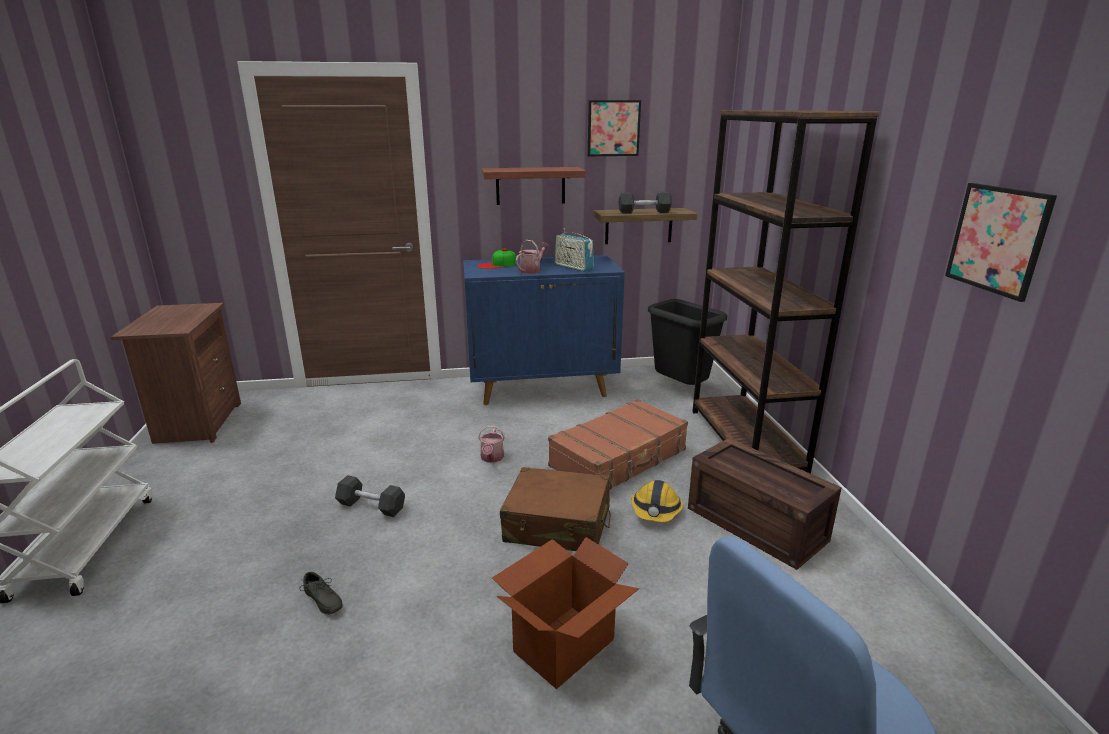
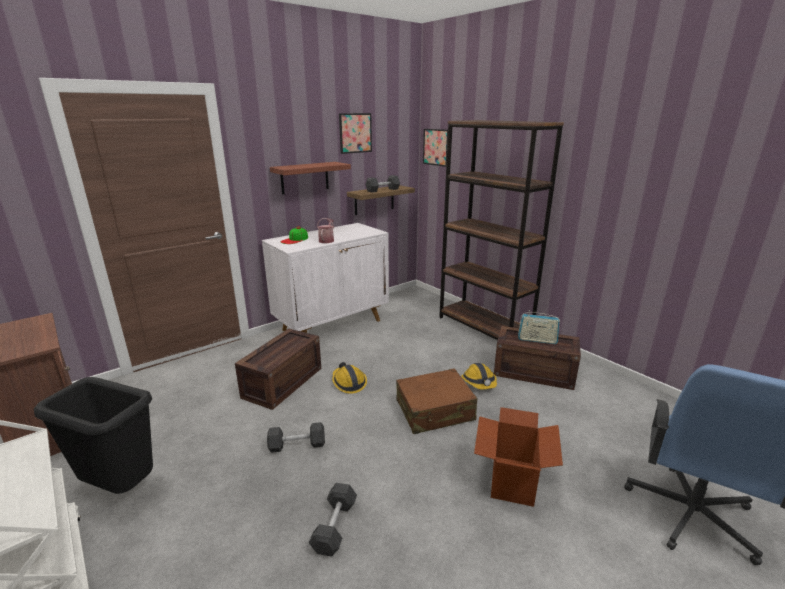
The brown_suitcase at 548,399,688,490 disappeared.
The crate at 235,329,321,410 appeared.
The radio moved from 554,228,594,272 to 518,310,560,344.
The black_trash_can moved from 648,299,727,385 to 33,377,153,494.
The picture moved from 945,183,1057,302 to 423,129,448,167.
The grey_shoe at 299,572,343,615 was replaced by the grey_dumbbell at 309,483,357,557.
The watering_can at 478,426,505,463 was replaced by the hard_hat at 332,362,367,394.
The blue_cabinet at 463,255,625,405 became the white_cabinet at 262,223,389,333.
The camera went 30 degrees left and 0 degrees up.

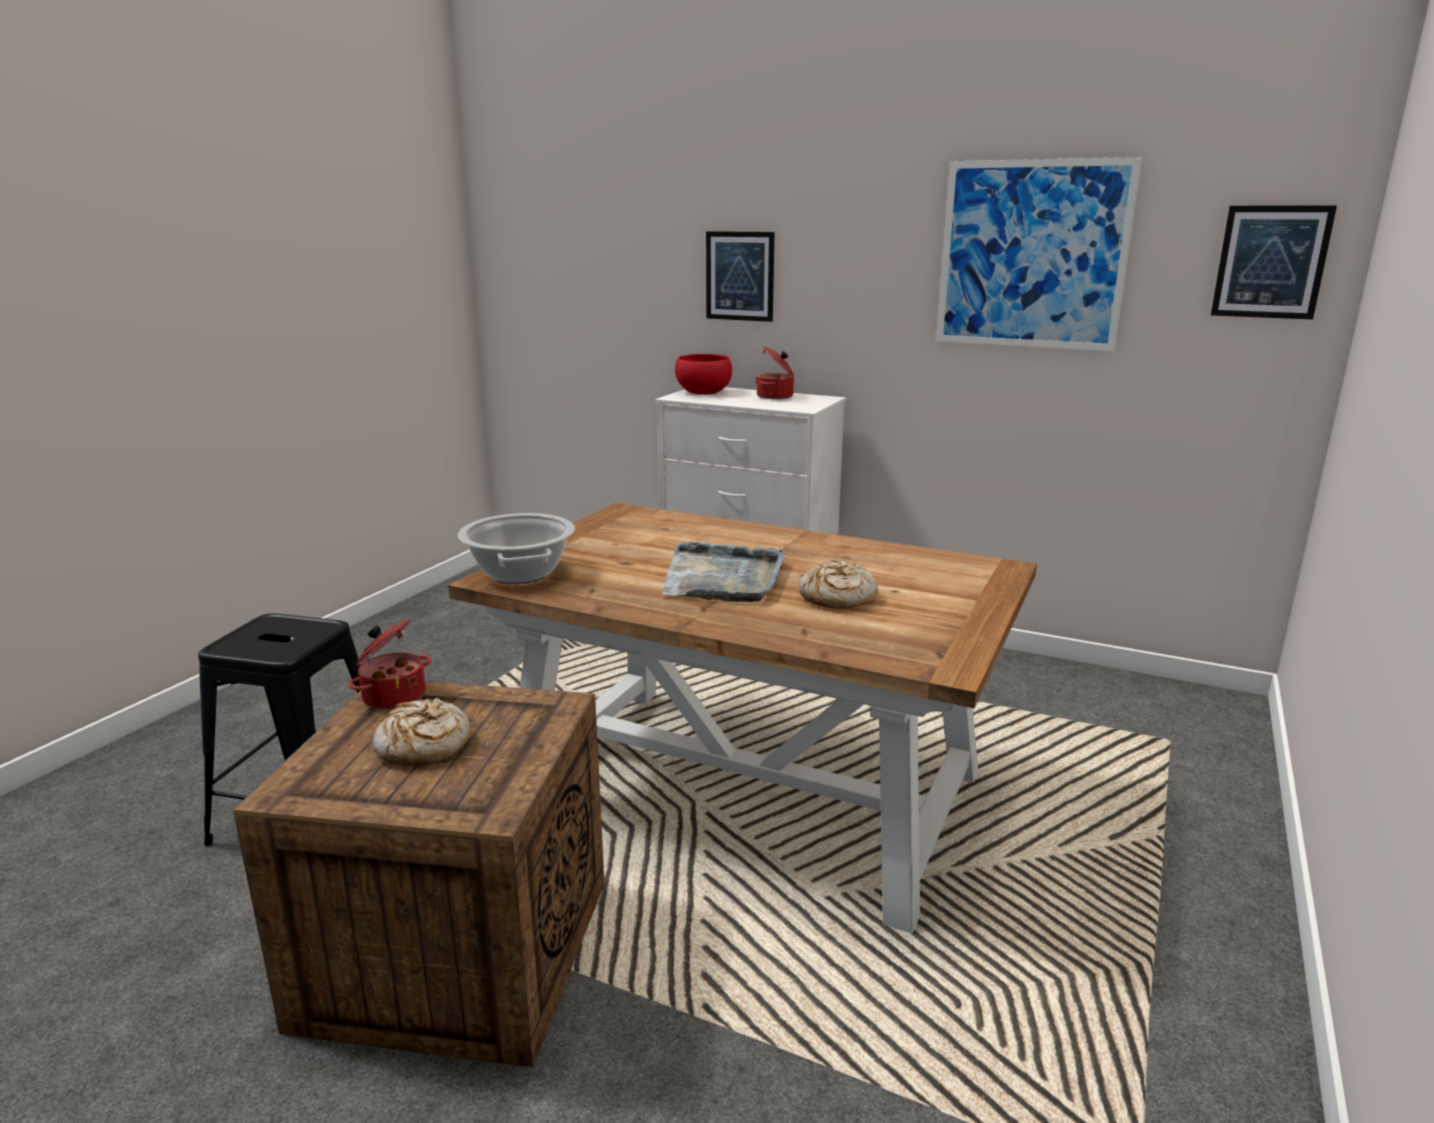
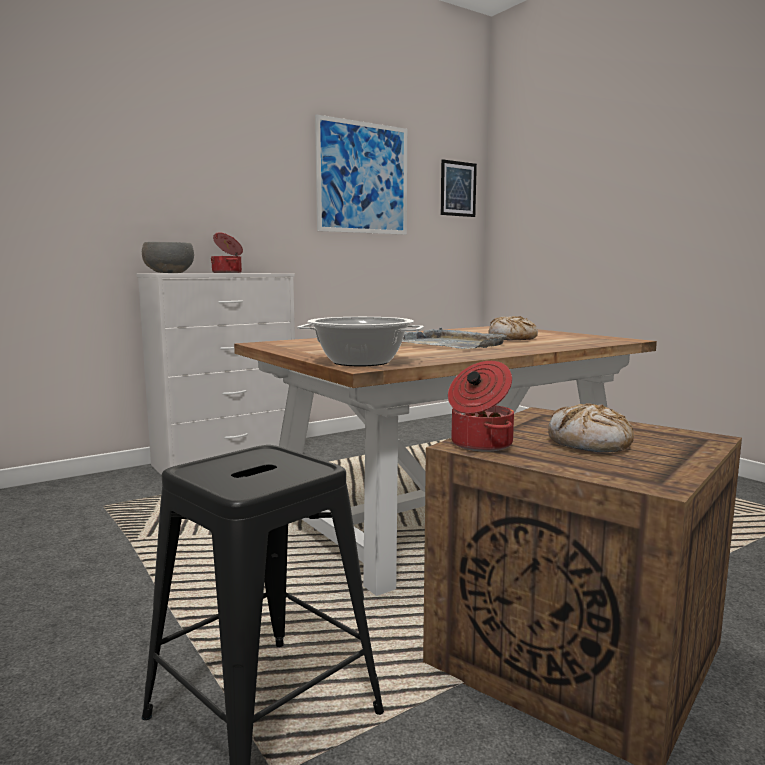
The picture at 706,231,775,322 disappeared.
The red_bowl at 675,354,732,395 became the grey_bowl at 142,242,194,273.
The camera went 60 degrees left and 10 degrees down.

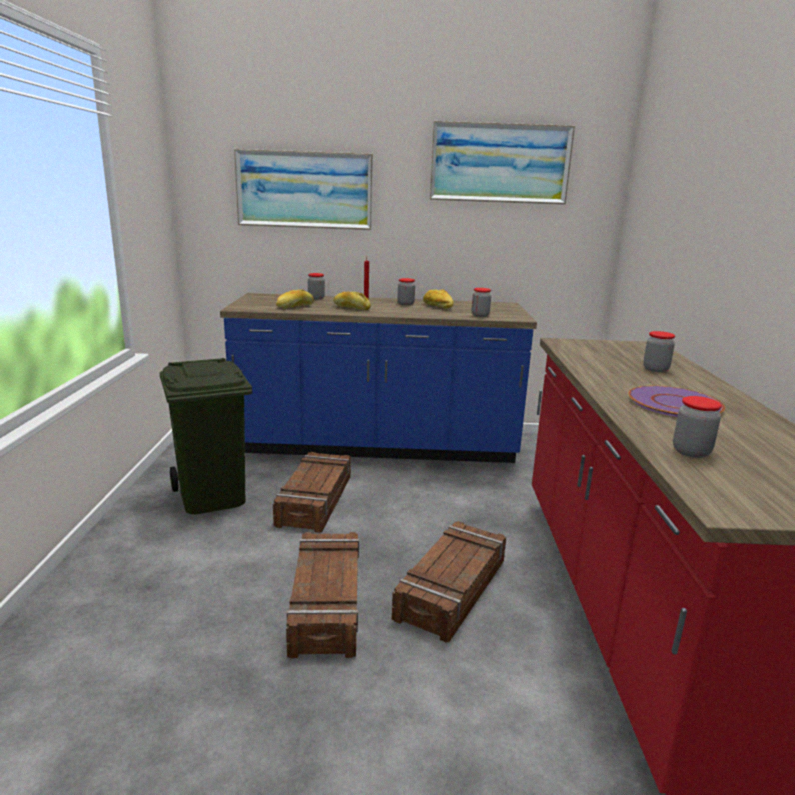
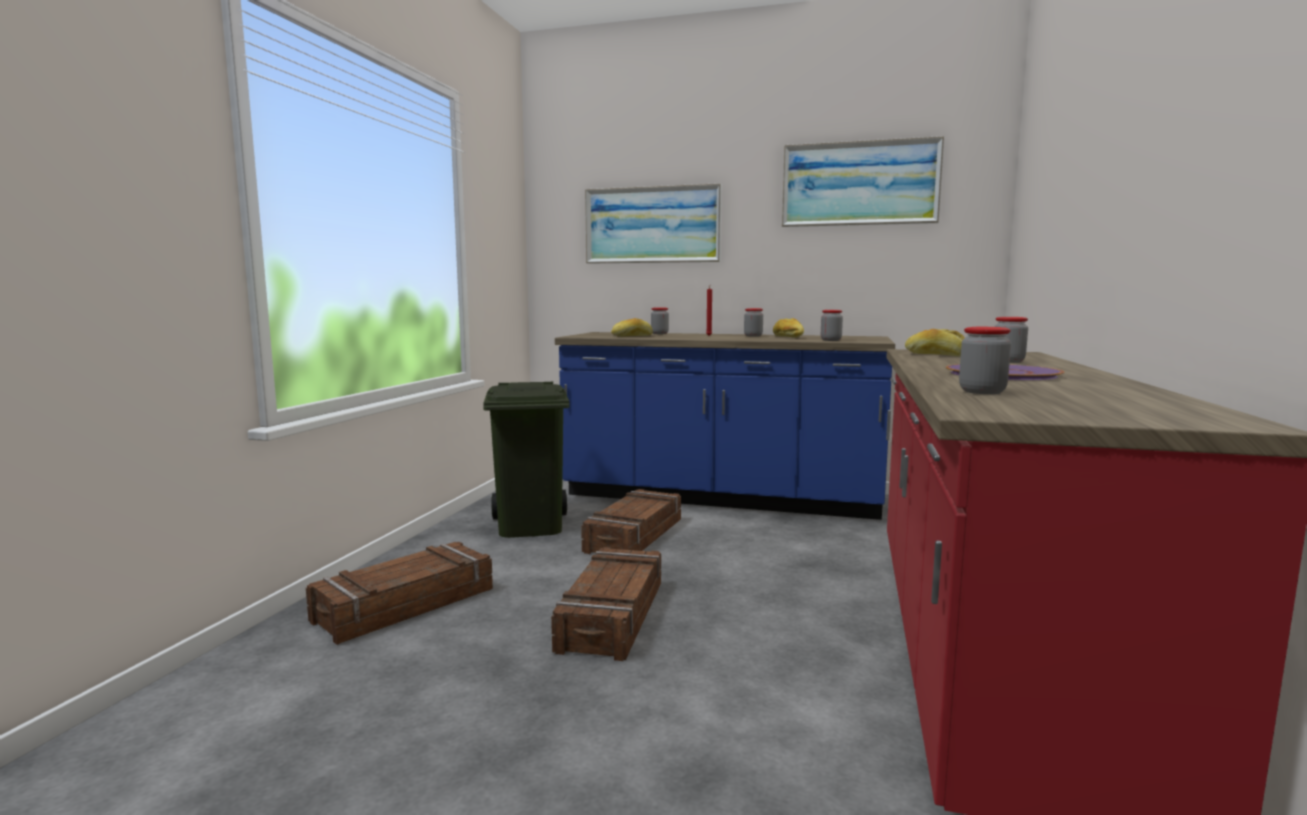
The bread moved from 333,292,371,310 to 905,329,965,357.
The crate moved from 392,521,506,643 to 306,542,493,645.
The camera went 15 degrees right and 10 degrees down.

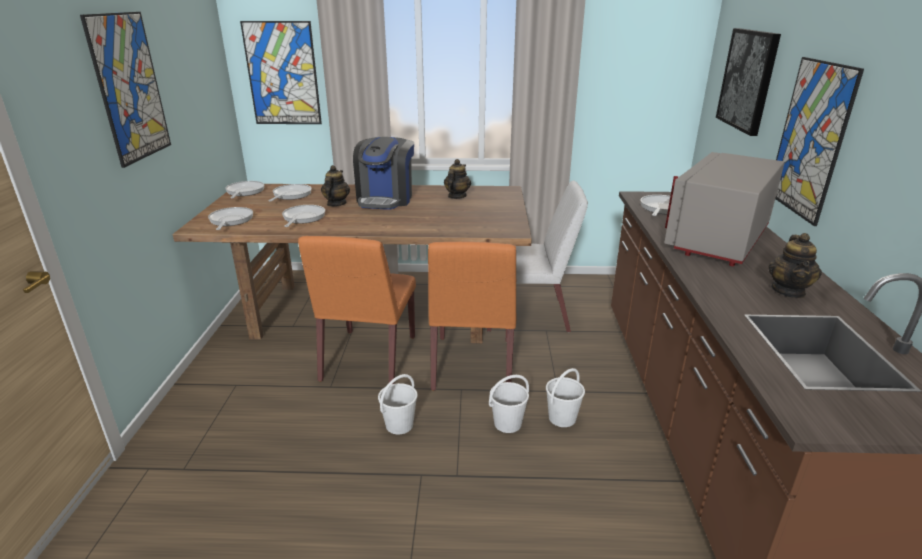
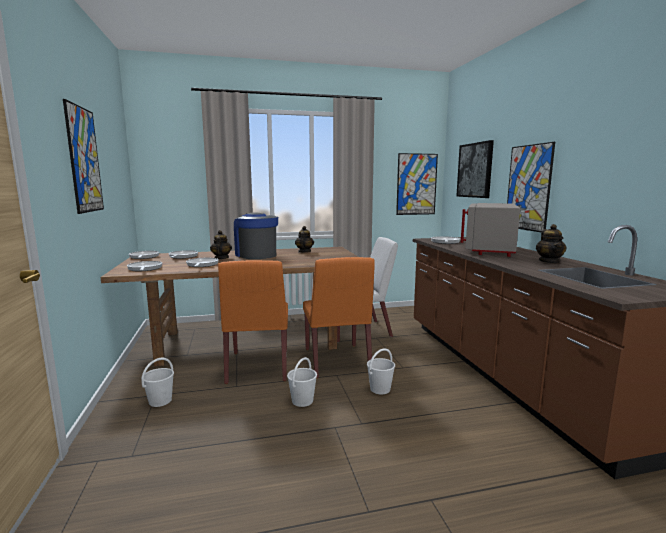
The picture moved from 240,21,322,124 to 396,153,438,215.
The white_bucket moved from 546,368,585,427 to 141,358,174,407.
The coffee_machine at 353,137,414,210 turned 150 degrees clockwise.
The camera went 15 degrees left and 15 degrees down.

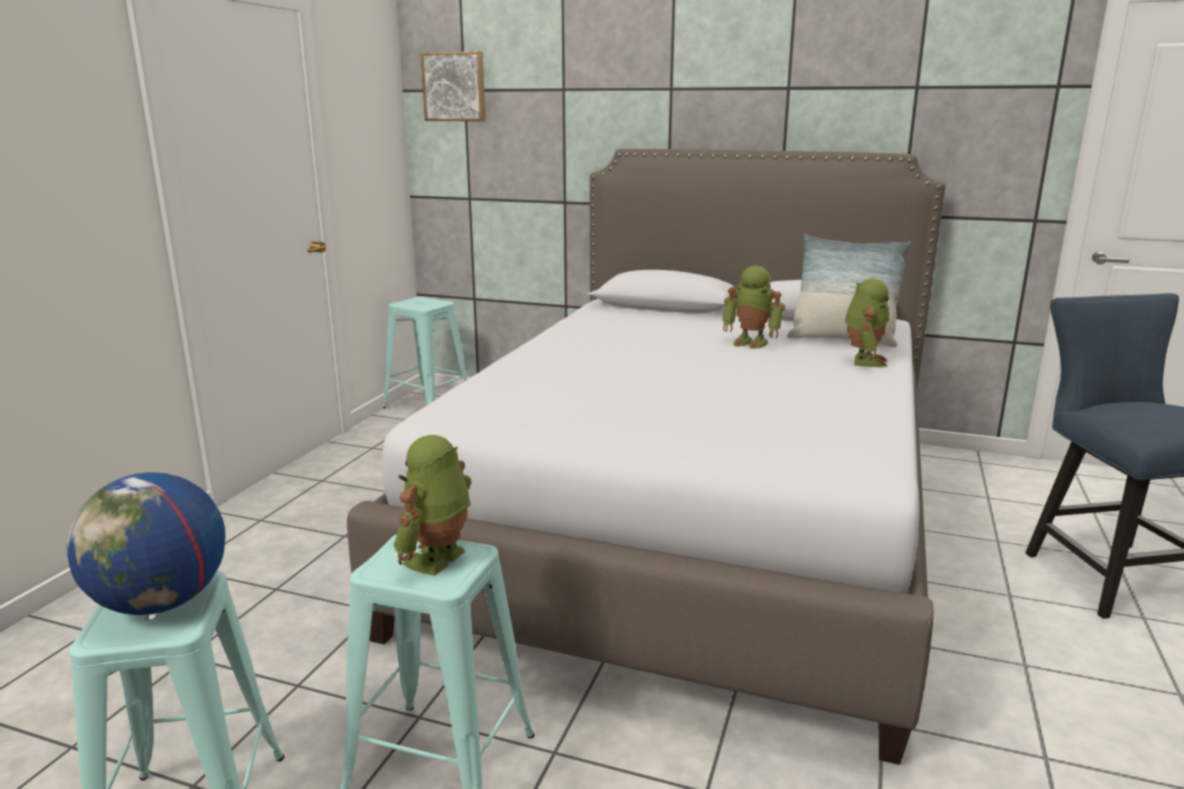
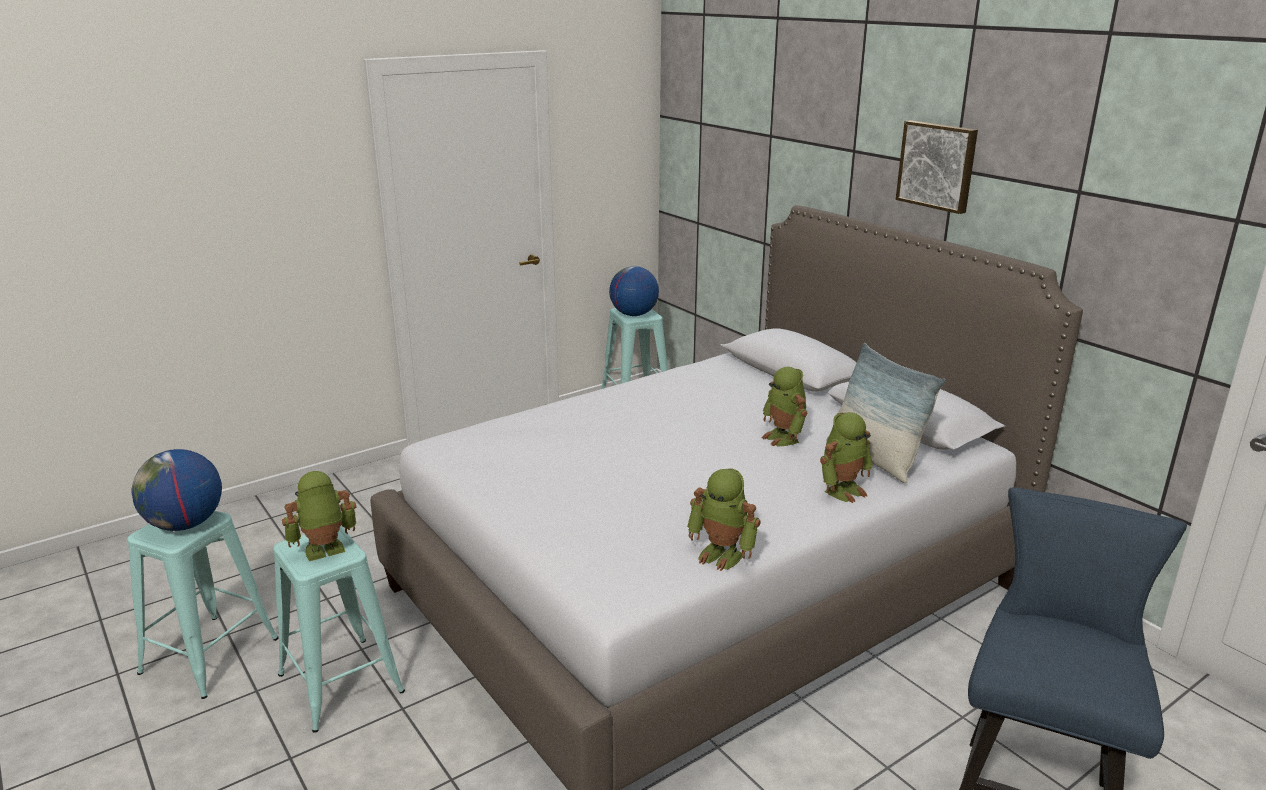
The globe at 609,266,659,316 appeared.
The toy_robot at 687,468,761,571 appeared.
The picture moved from 421,51,485,121 to 896,120,978,214.
The camera went 35 degrees right and 5 degrees up.

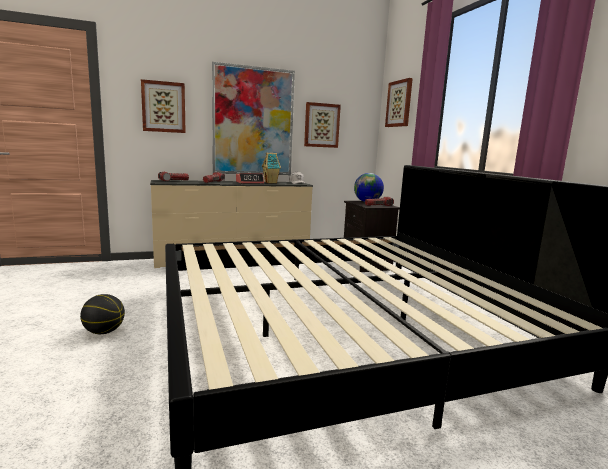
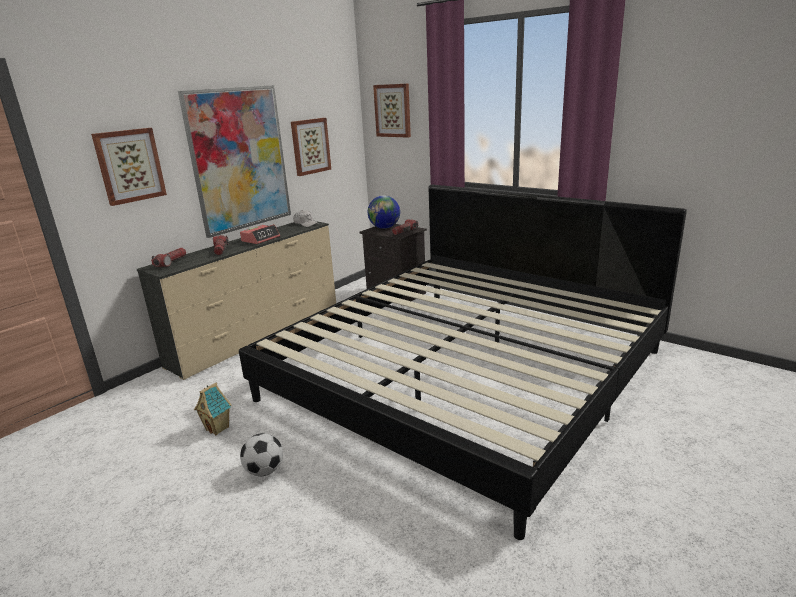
The toy_house moved from 262,153,281,183 to 194,383,231,435.
The basketball at 80,294,125,334 was replaced by the football at 240,433,283,476.
The camera went 30 degrees left and 10 degrees up.

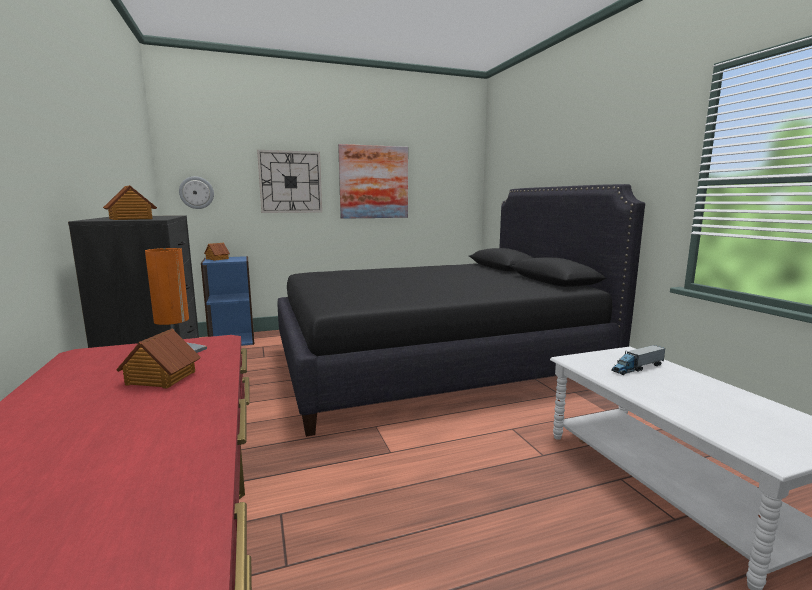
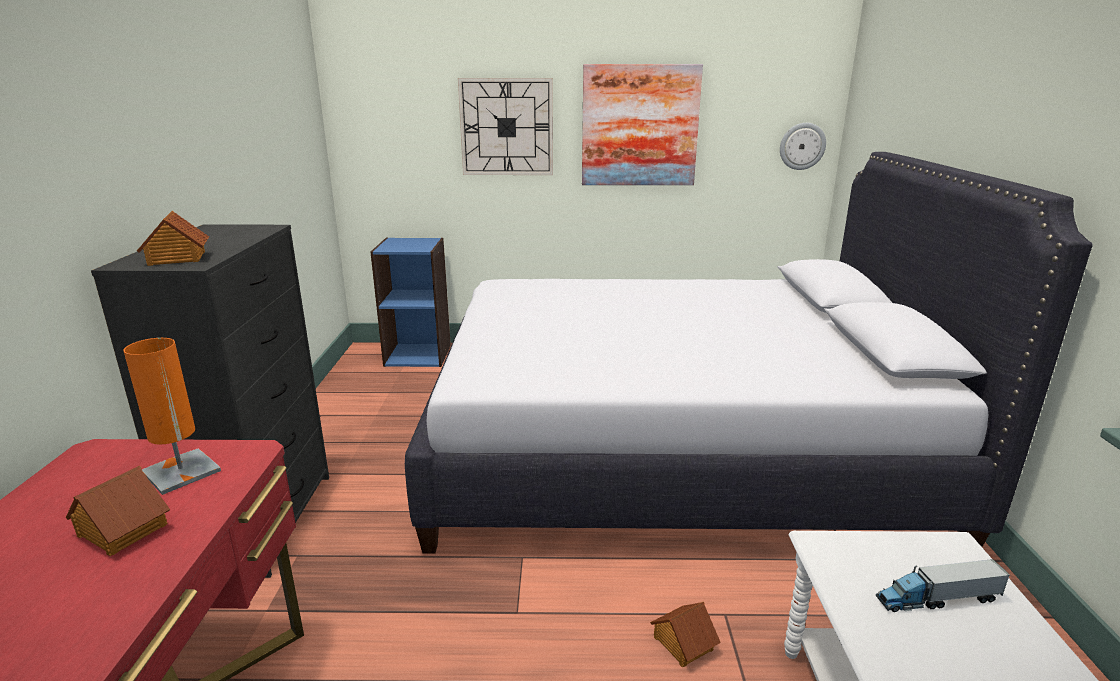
The wall_clock moved from 179,176,214,209 to 780,123,826,170.
The toy_house moved from 204,243,230,261 to 650,602,721,667.
The black_bed at 277,184,645,437 became the white_bed at 405,152,1093,554.
The camera went 20 degrees right and 10 degrees up.

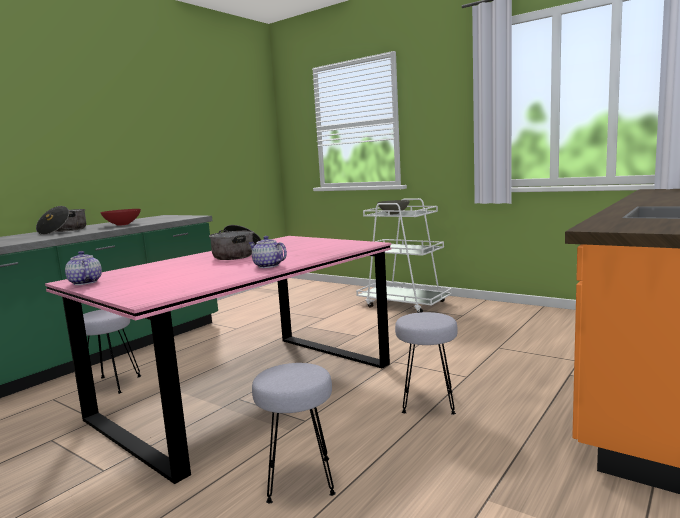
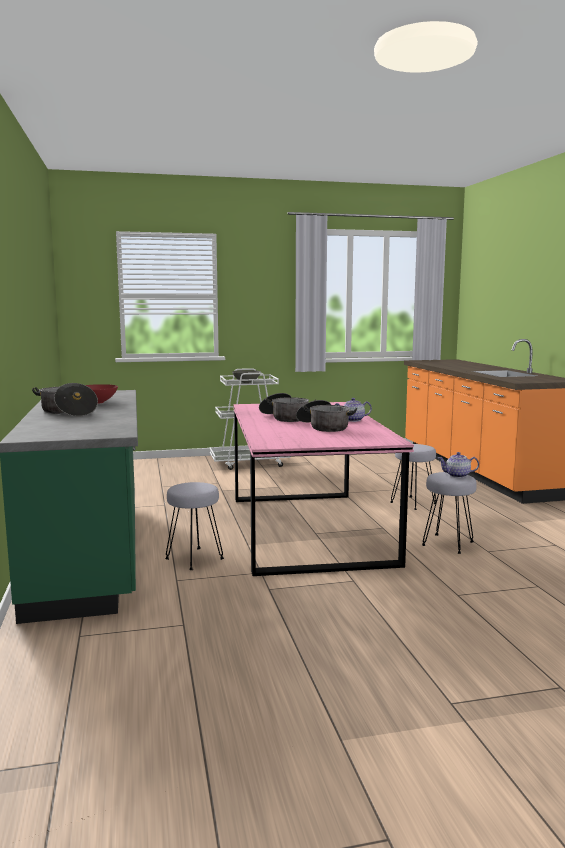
The cooking_pot at 296,400,357,432 appeared.
The teapot moved from 65,251,102,285 to 438,452,479,478.
The camera went 50 degrees left and 0 degrees up.

